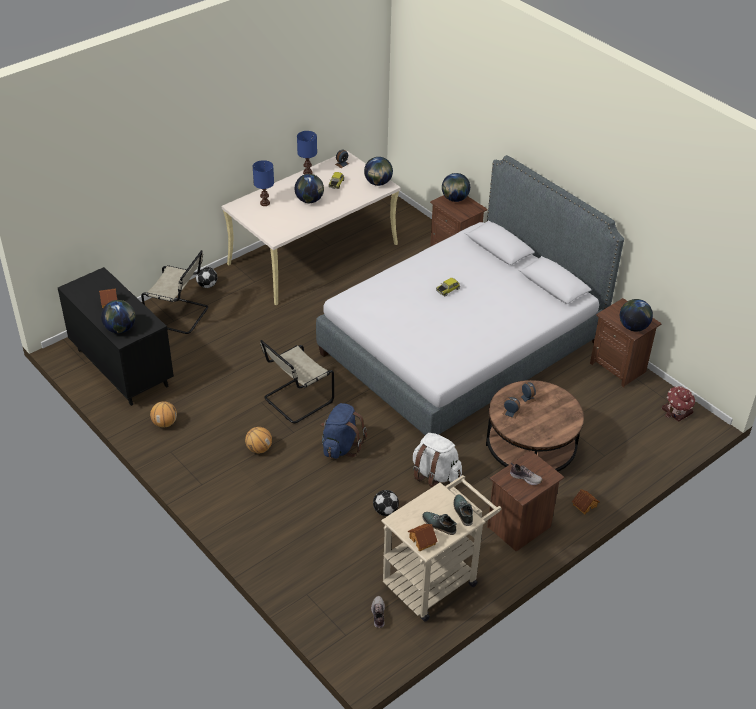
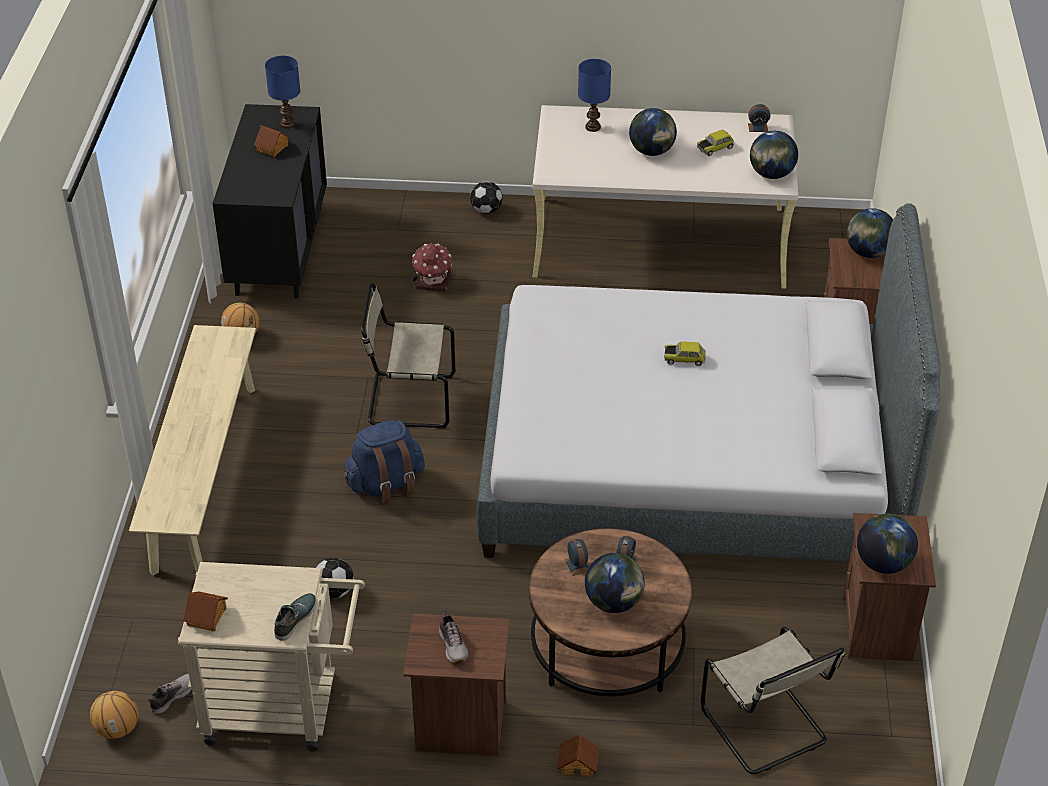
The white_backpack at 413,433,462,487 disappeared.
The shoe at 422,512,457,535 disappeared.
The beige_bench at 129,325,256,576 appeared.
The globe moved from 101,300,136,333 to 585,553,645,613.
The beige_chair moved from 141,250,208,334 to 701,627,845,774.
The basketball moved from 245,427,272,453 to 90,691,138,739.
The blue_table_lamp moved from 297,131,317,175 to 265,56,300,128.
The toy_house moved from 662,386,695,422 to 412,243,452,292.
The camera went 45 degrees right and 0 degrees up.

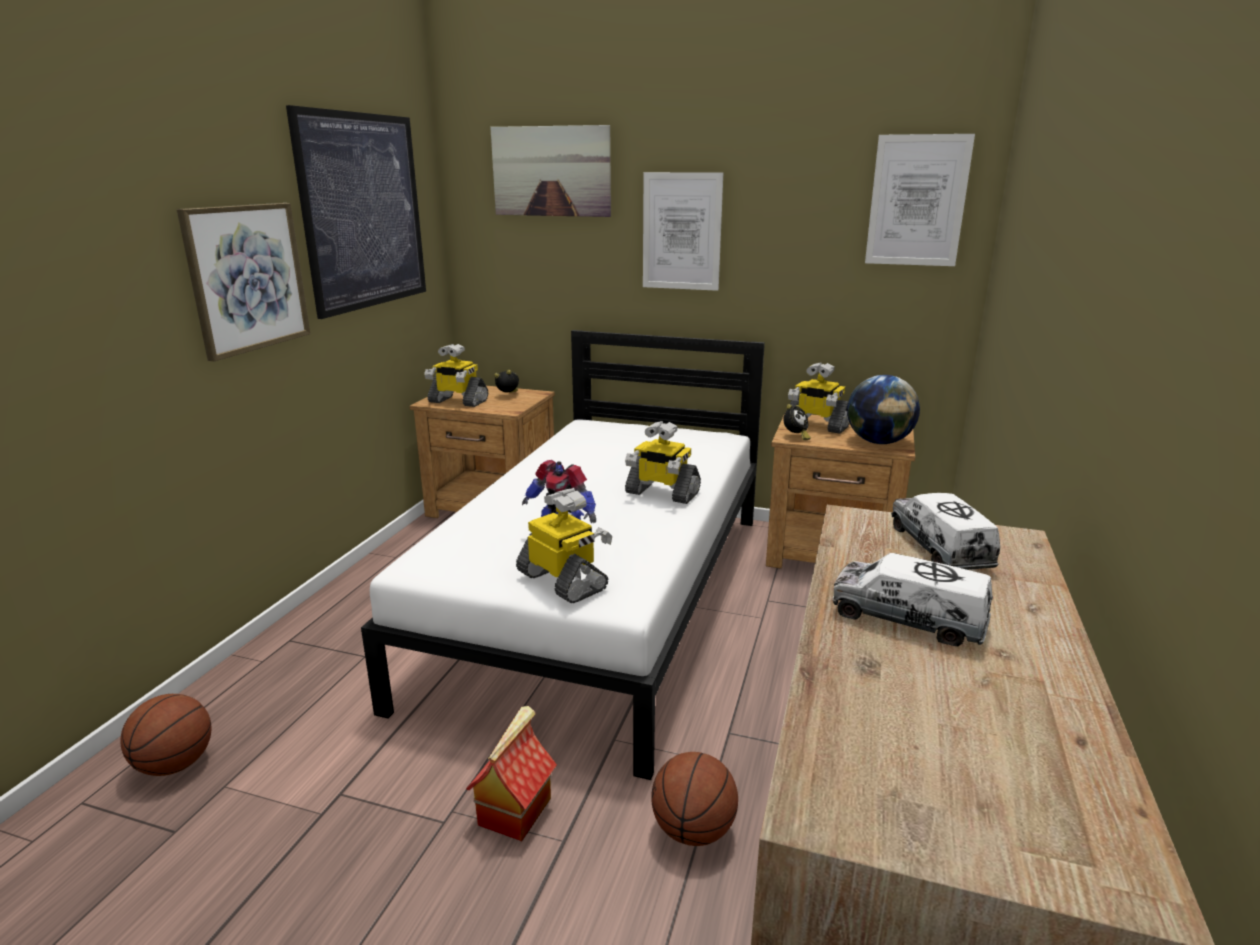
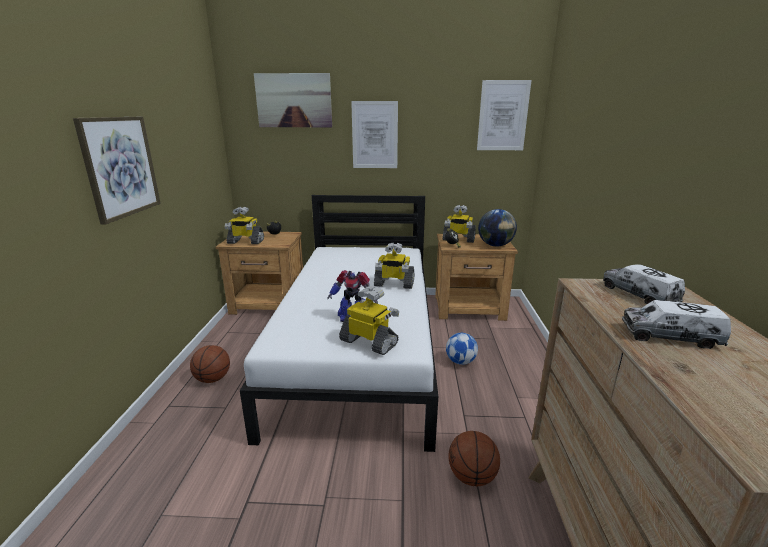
The picture at 286,105,426,319 disappeared.
The toy_house at 466,706,557,841 disappeared.
The football at 446,333,478,365 appeared.
The basketball moved from 121,694,211,776 to 190,345,230,383.
The camera went 15 degrees left and 0 degrees up.

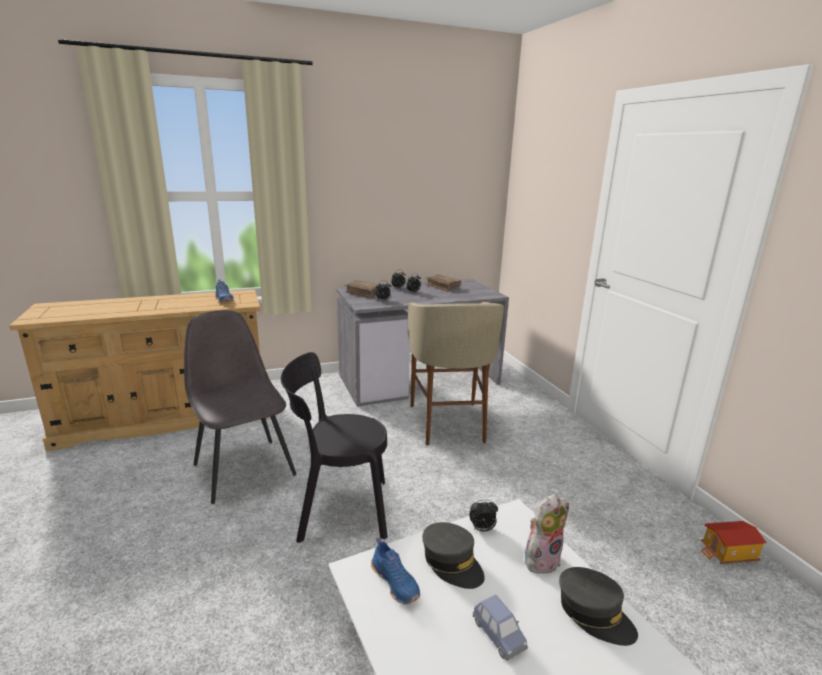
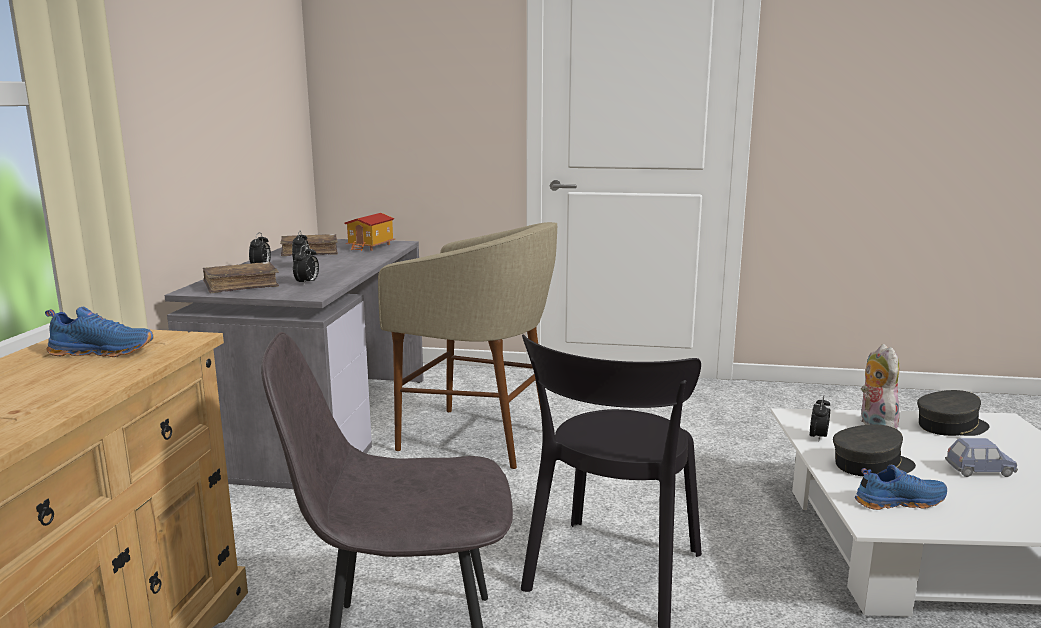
The toy_house moved from 701,521,767,565 to 344,213,395,251.
The camera went 60 degrees left and 5 degrees down.

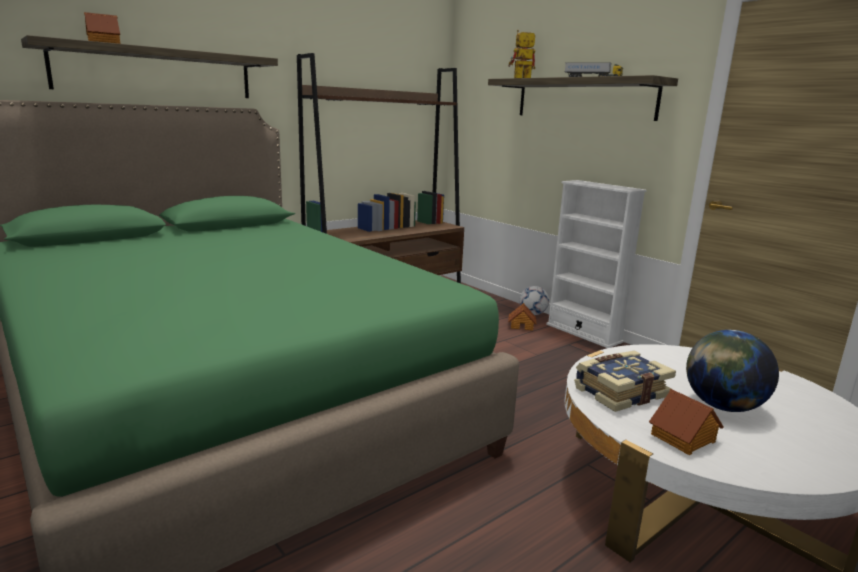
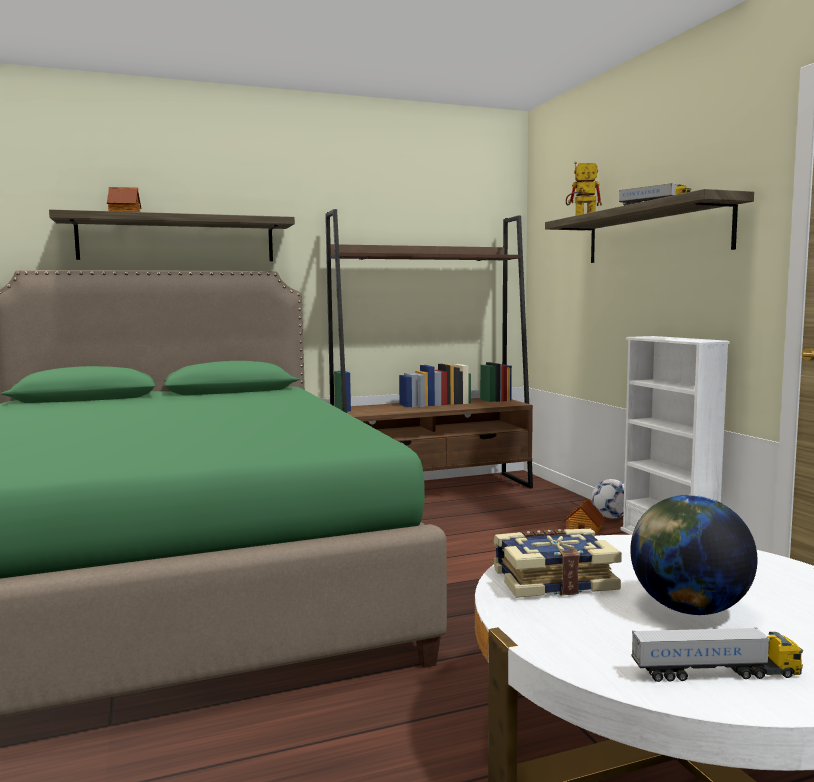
The toy_house at 649,389,723,455 disappeared.
The toy_truck at 631,627,803,682 appeared.
The camera went 20 degrees right and 10 degrees down.

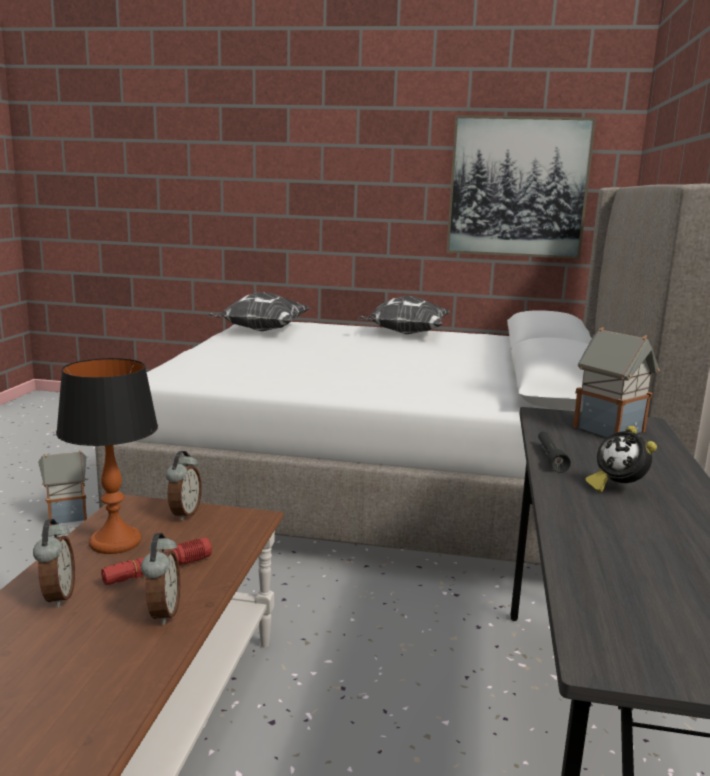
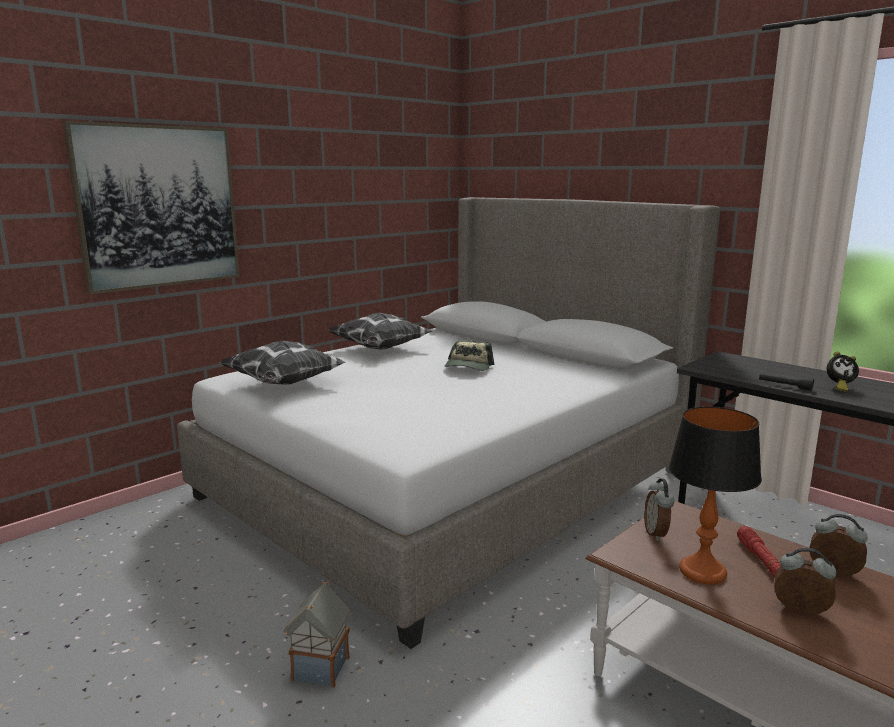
The toy_house at 573,327,659,437 disappeared.
The cap at 445,340,494,371 appeared.
The picture moved from 446,115,596,259 to 63,121,240,294.
The alarm_clock at 166,451,202,521 turned 135 degrees counterclockwise.
The camera went 55 degrees left and 0 degrees up.

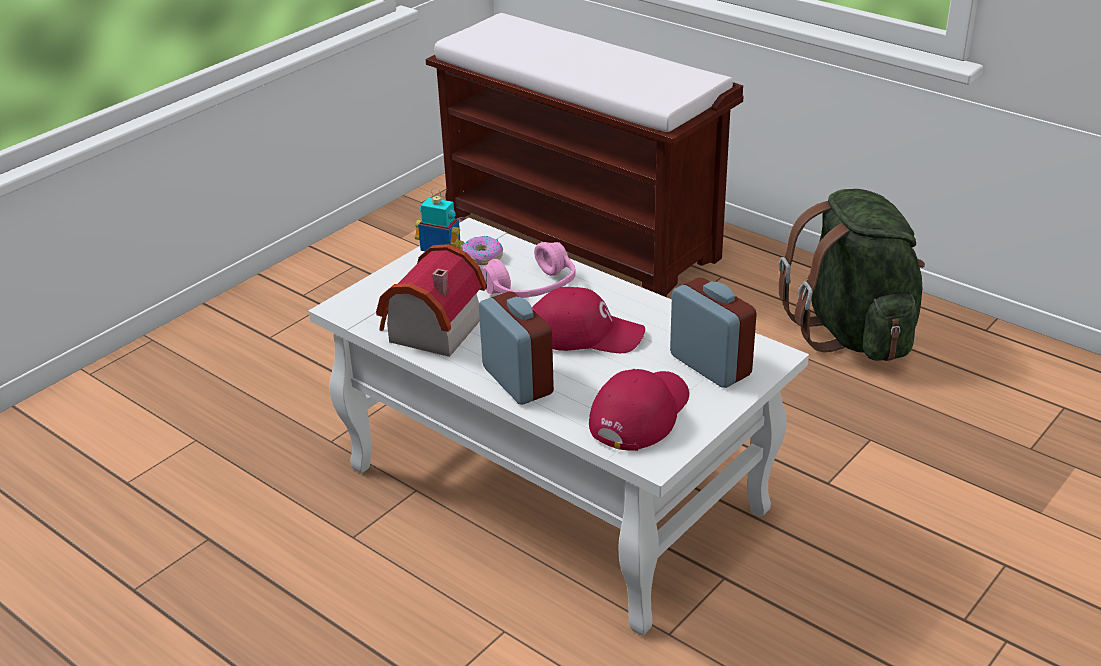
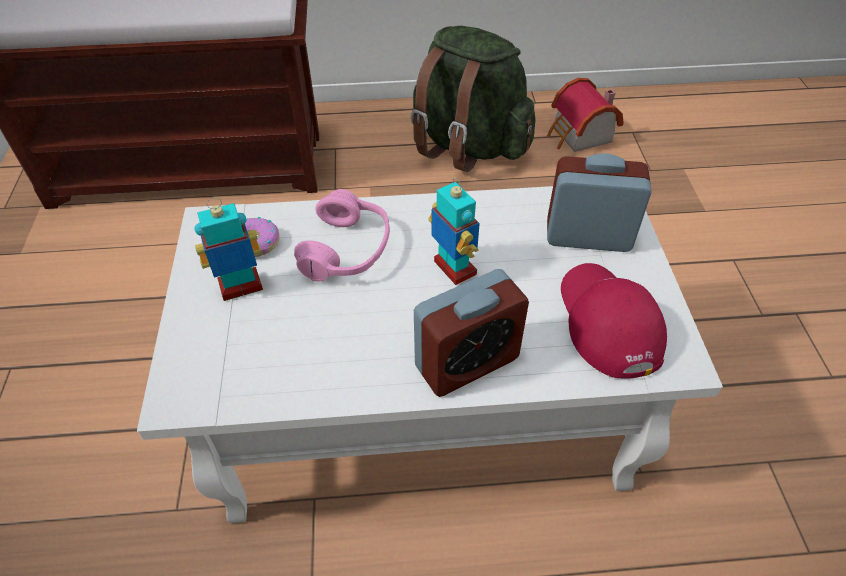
The toy_house moved from 376,244,487,357 to 547,78,624,152.
The red_cap at 532,287,645,353 was replaced by the toy_robot at 428,177,480,285.
The alarm_clock at 479,291,554,405 turned 135 degrees clockwise.
The camera went 45 degrees left and 15 degrees up.

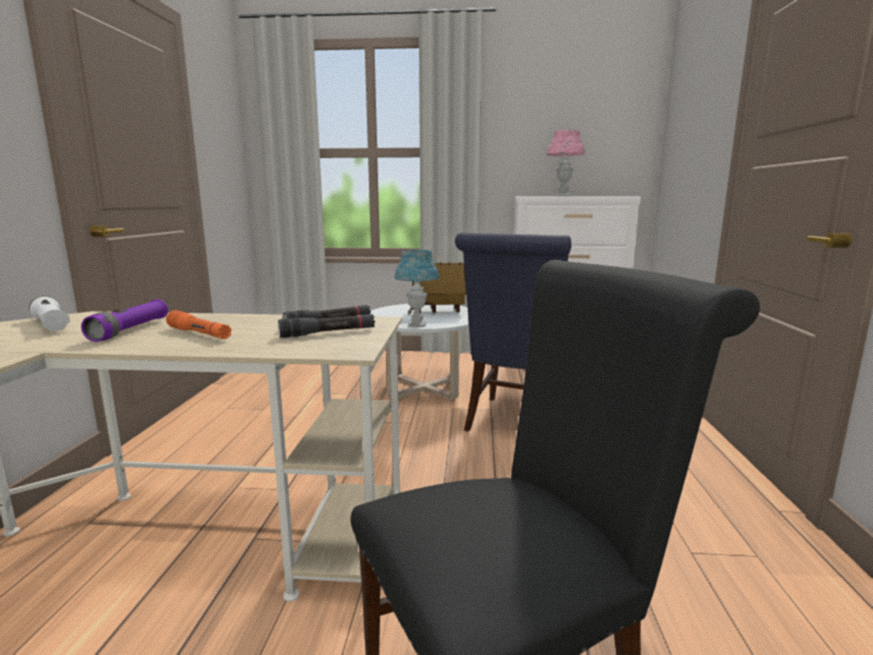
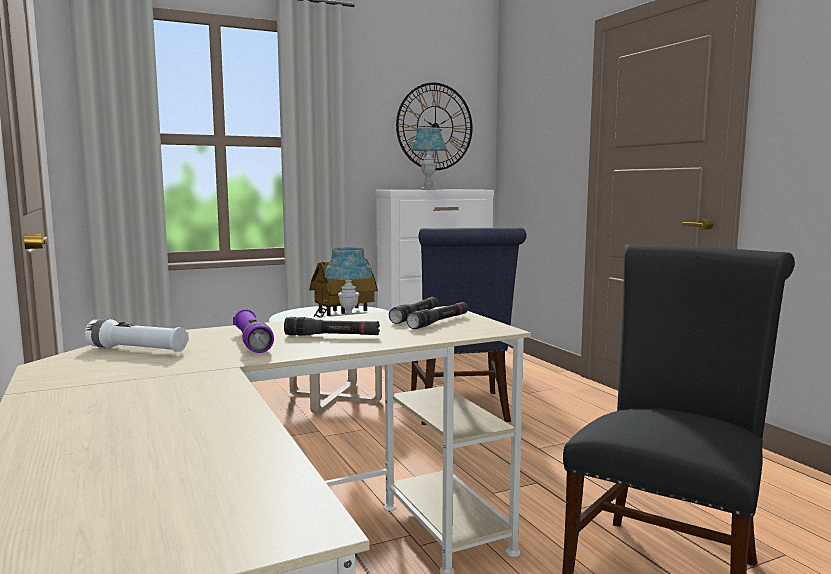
The wall_clock at 396,83,473,170 appeared.
The orange_flashlight at 166,310,232,339 became the black_flashlight at 284,317,380,336.
The pink_table_lamp at 547,130,585,196 became the blue_table_lamp at 411,127,446,190.
The camera went 30 degrees left and 5 degrees down.

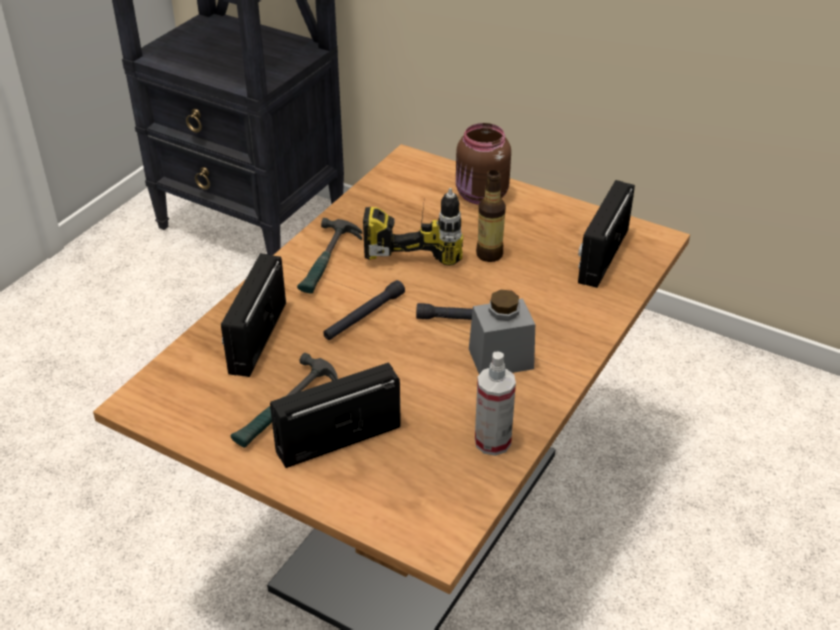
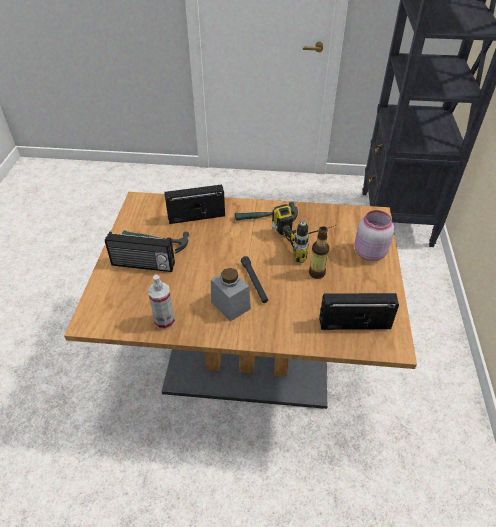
The black_flashlight at 323,280,405,340 disappeared.
The brown_jar at 456,123,511,205 became the pink_jar at 355,210,394,261.
The radio at 270,362,401,468 turned 150 degrees clockwise.
The camera went 65 degrees right and 5 degrees up.

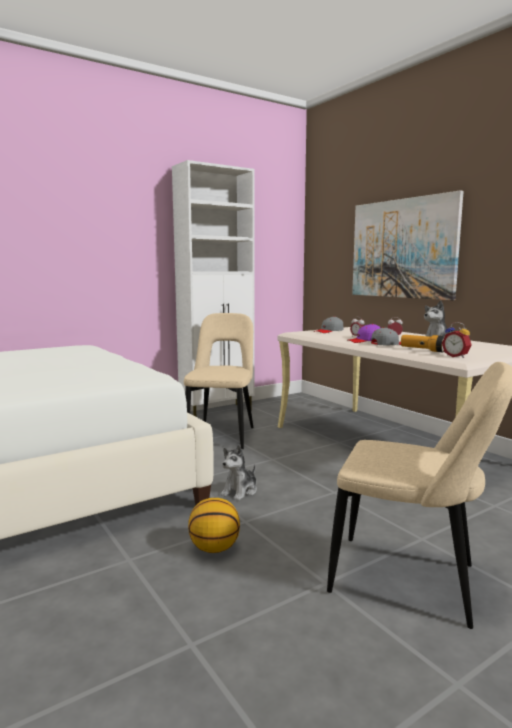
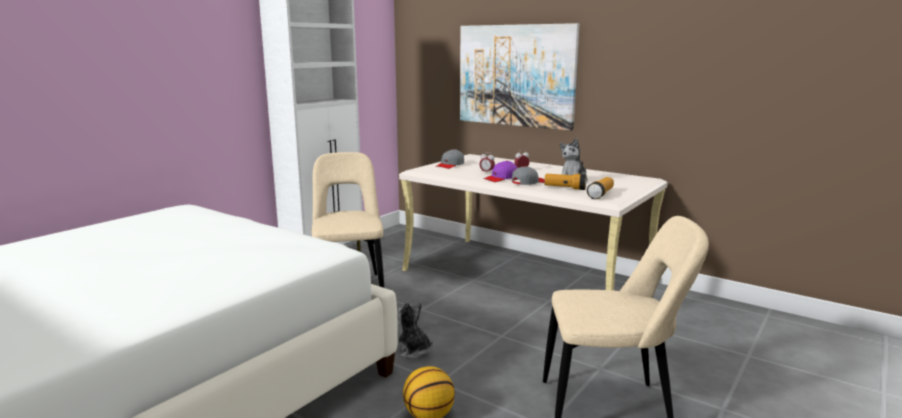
The alarm_clock at 442,322,472,358 was replaced by the flashlight at 587,177,614,199.
The plush_toy at 220,445,257,501 turned 120 degrees clockwise.
The camera went 20 degrees left and 5 degrees up.

